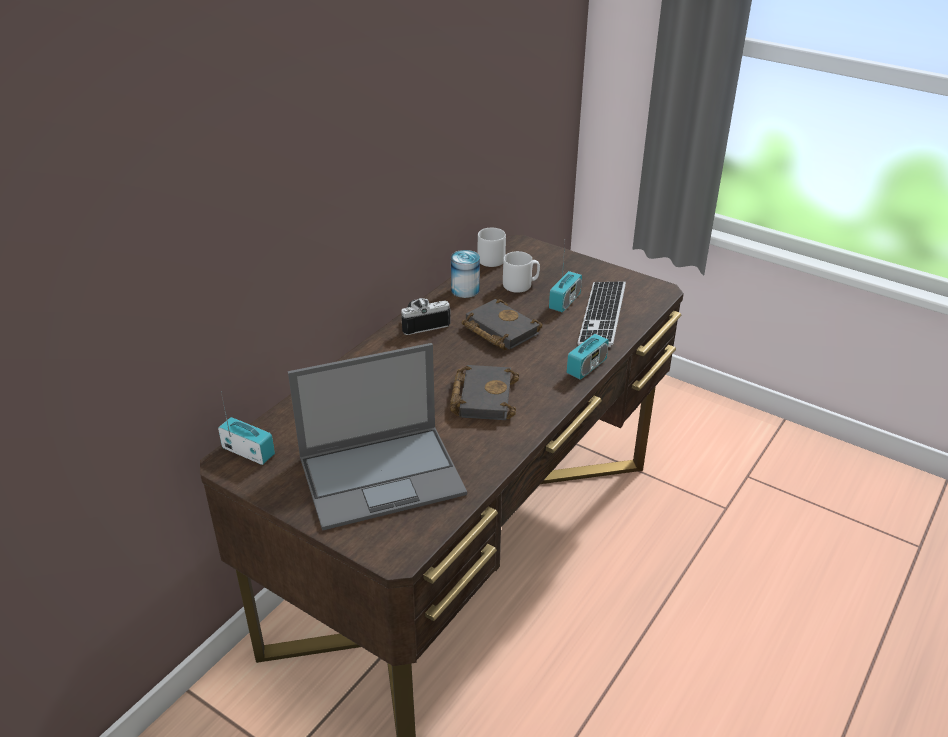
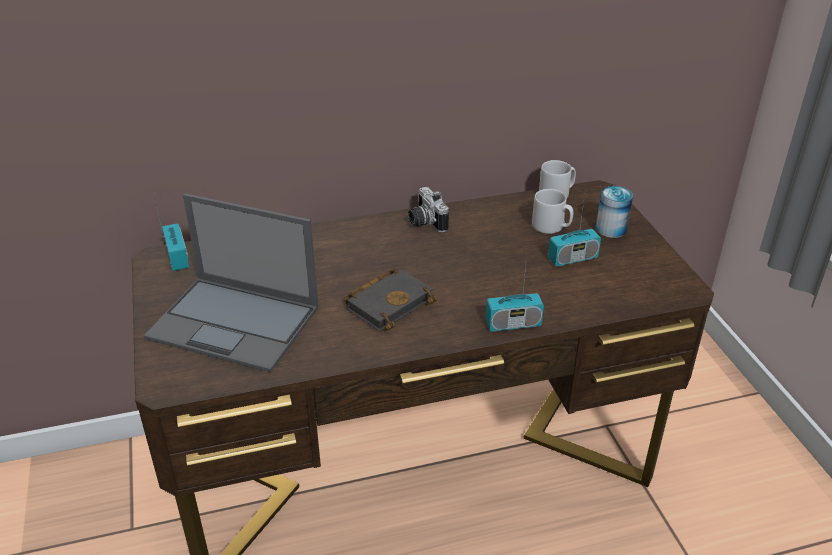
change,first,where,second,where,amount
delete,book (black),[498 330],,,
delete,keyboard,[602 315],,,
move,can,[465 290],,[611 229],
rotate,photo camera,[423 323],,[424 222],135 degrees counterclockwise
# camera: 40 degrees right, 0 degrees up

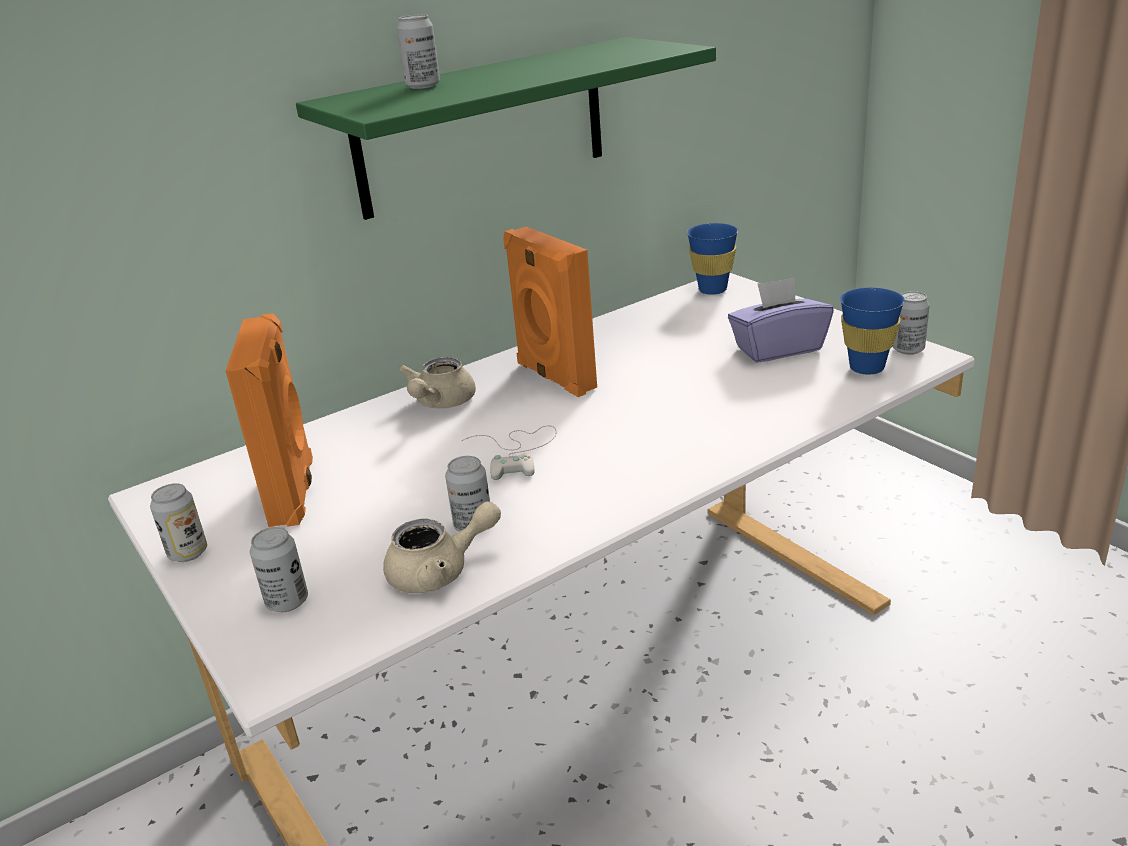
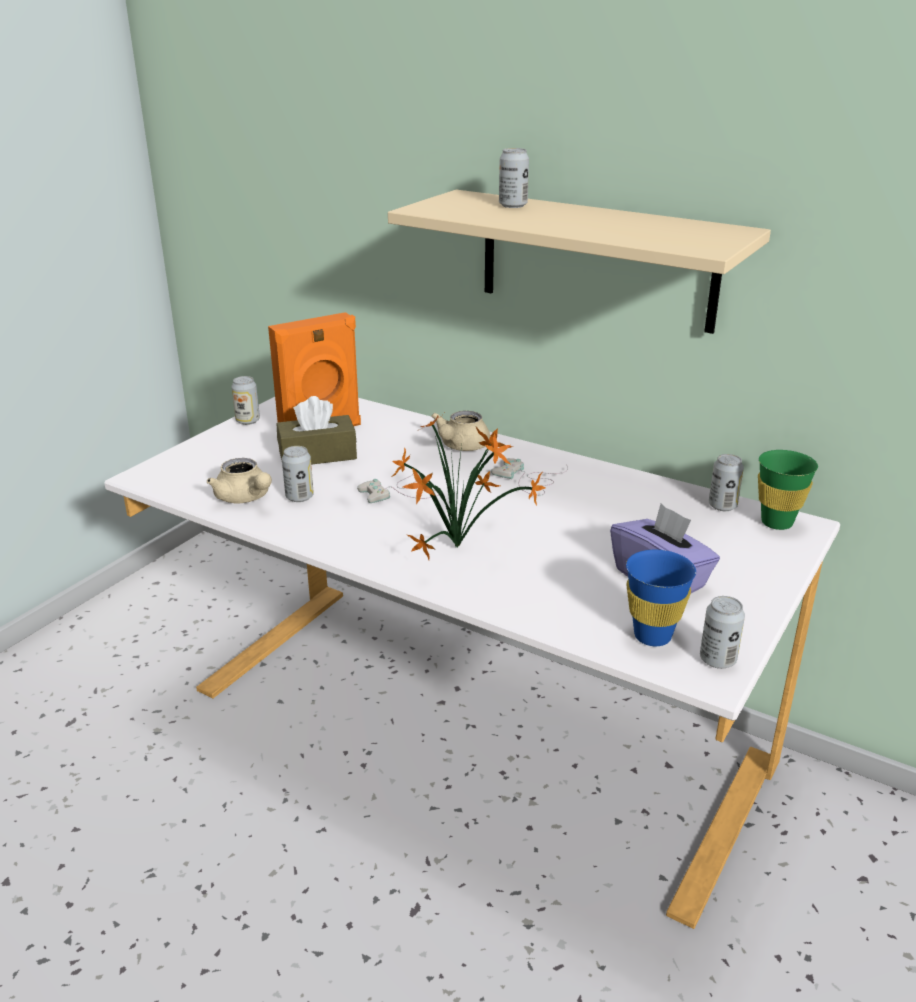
change,first,where,second,where,amount
insert,,,tissue box (brown),[317 455],
insert,,,potted plant,[460 546],
move,can,[287 602],,[722 506],
replace,speaker (orange),[554 377],game controller (white),[529 480],
recolor,shelf (green),[482 127],shelf (beige),[596 260],
recolor,cup (blue),[712 290],cup (green),[777 522],
rotate,teapot (beige),[440 403],,[460 446],60 degrees counterclockwise
# camera: 65 degrees right, 0 degrees up

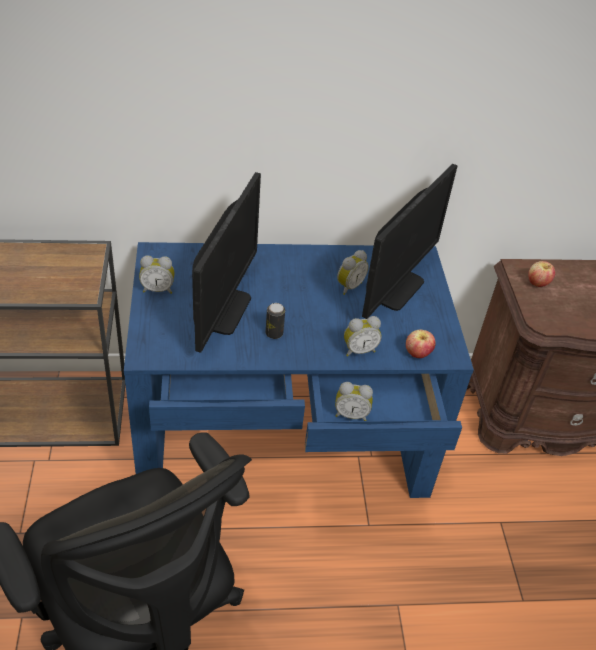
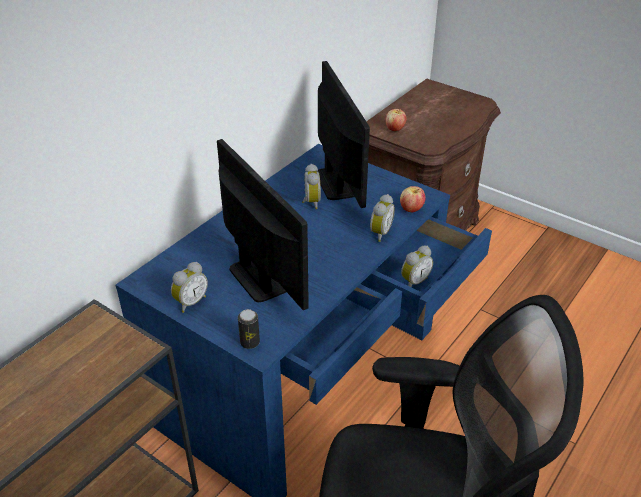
change,first,where,second,where,amount
move,can,[274 333],,[250 342],
# camera: 45 degrees left, 5 degrees down

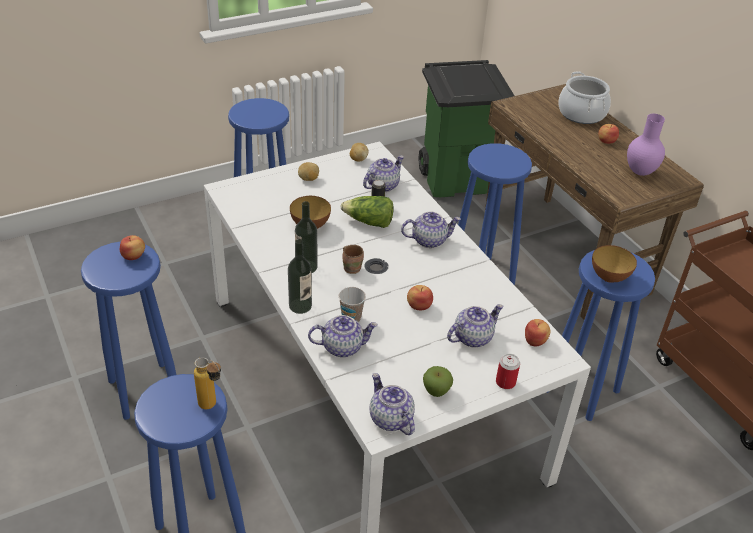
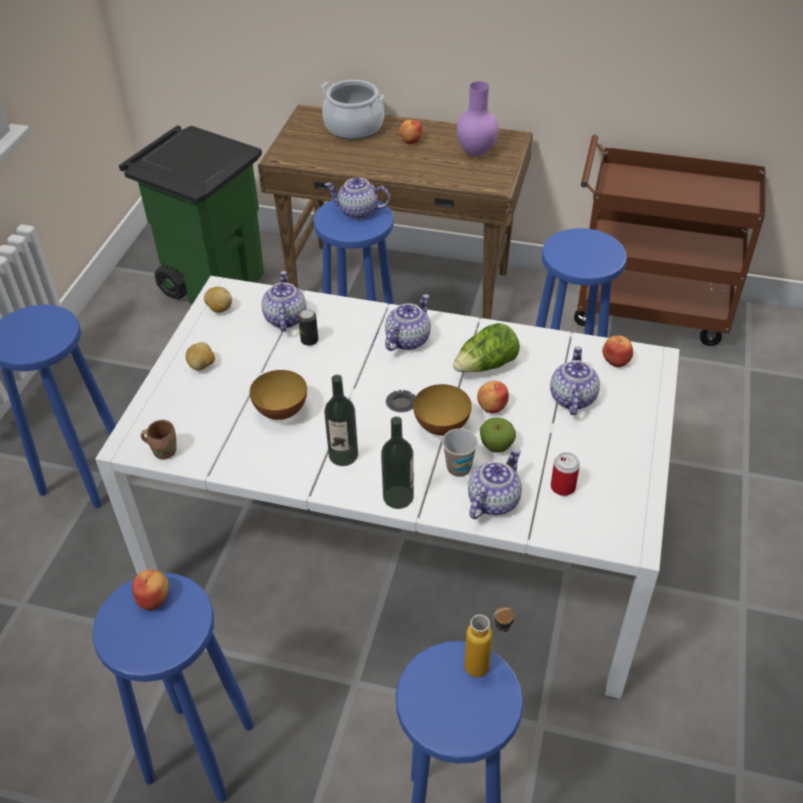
change,first,where,second,where,amount
move,lettuce,[369 222],,[486 365],
move,mug (brown),[352 268],,[164 450],
move,teapot,[390 419],,[357 211],
move,apple,[436 391],,[496 446],
move,can,[505 382],,[563 487],
move,bowl,[609 277],,[441 427],
# camera: 45 degrees left, 5 degrees up

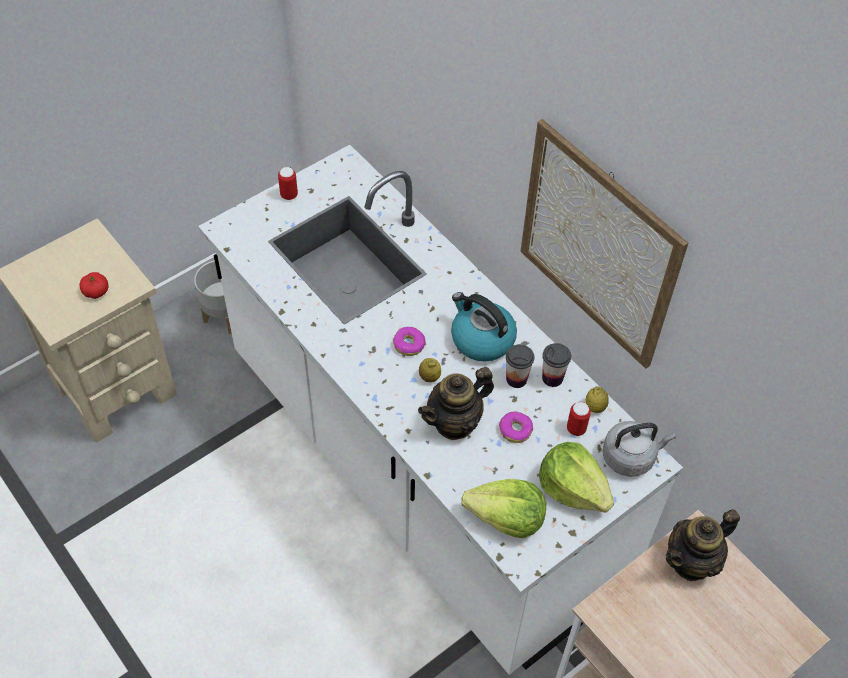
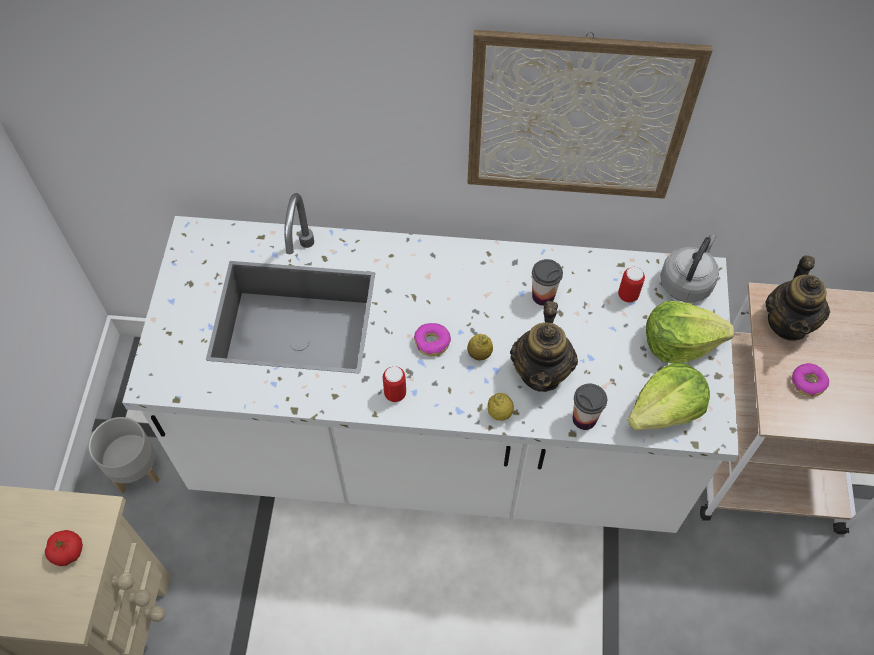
change,first,where,second,where,amount
delete,kettle,[481 339],,,
move,can,[289 195],,[395 393],
move,donut,[515 430],,[807 382],
move,cup,[552 378],,[584 419],
move,lemon,[595 407],,[499 413],
# camera: 45 degrees left, 5 degrees up

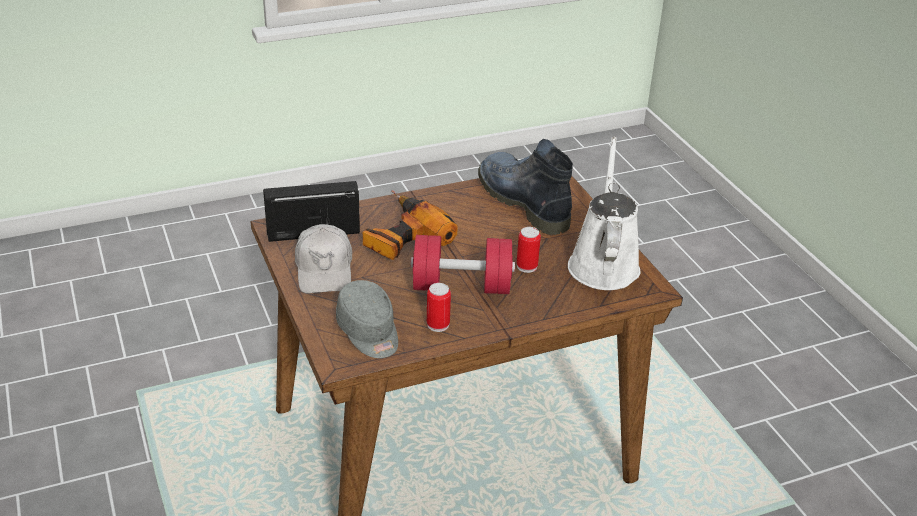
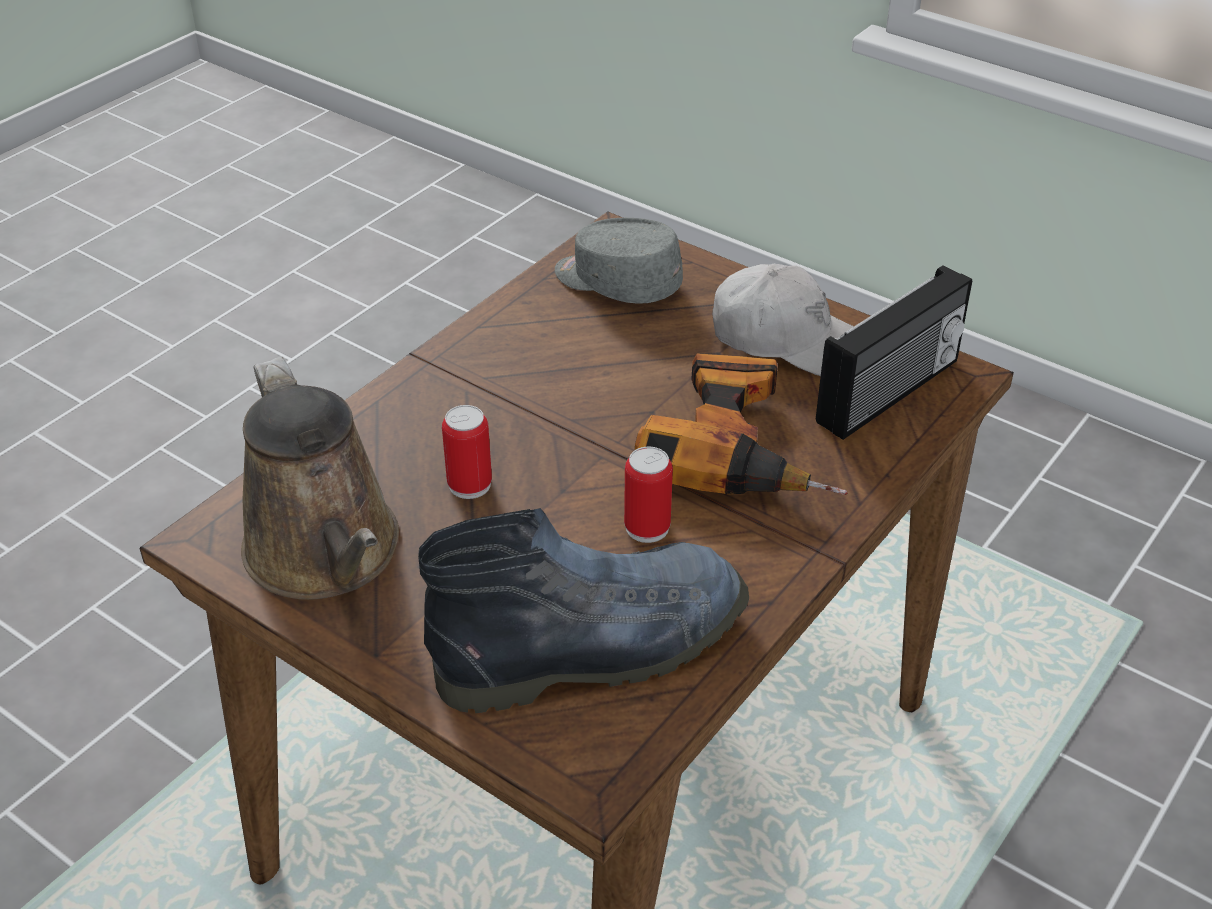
change,first,where,second,where,amount
delete,dumbbell (red),[461 286],,,
move,can,[438 324],,[647 527],
recolor,watering can (white),[603 263],watering can (brown),[327 555],
rotate,cap (white),[324 270],,[786 339],150 degrees clockwise
rotate,boot,[522 201],,[596 644],45 degrees counterclockwise
# camera: 150 degrees right, 5 degrees up

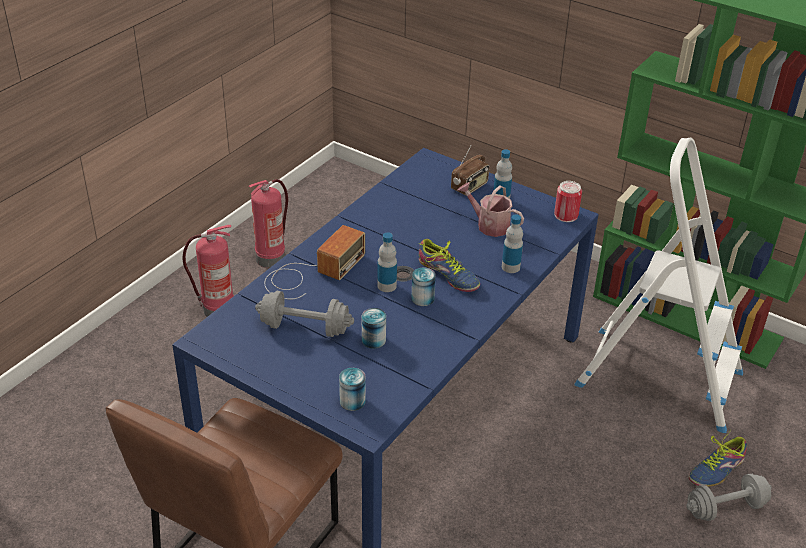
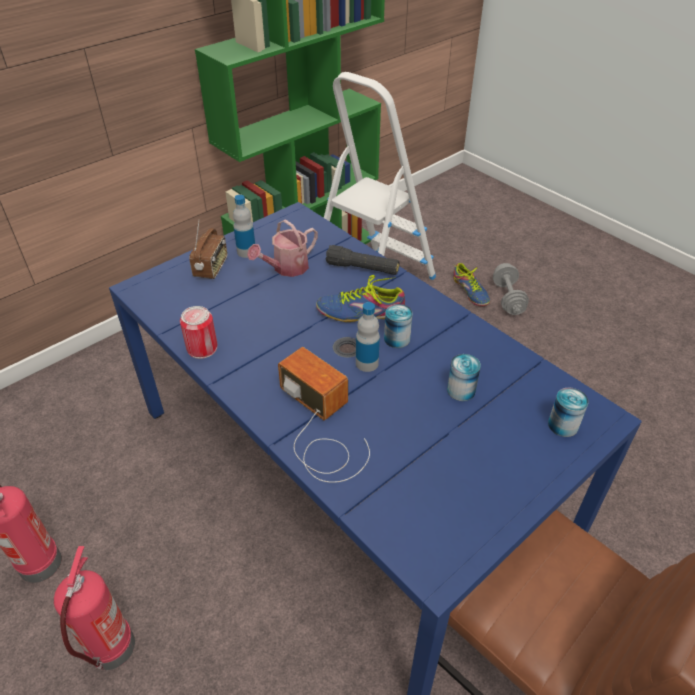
change,first,where,second,where,amount
delete,dumbbell (grey),[305 327],,,
move,can,[566 215],,[202 348],
replace,bottle,[510 267],flashlight (black),[362 268],
rotate,shoe,[448 274],,[361 312],150 degrees counterclockwise
rotate,radio,[469 187],,[211 268],45 degrees clockwise
# camera: 75 degrees left, 5 degrees up

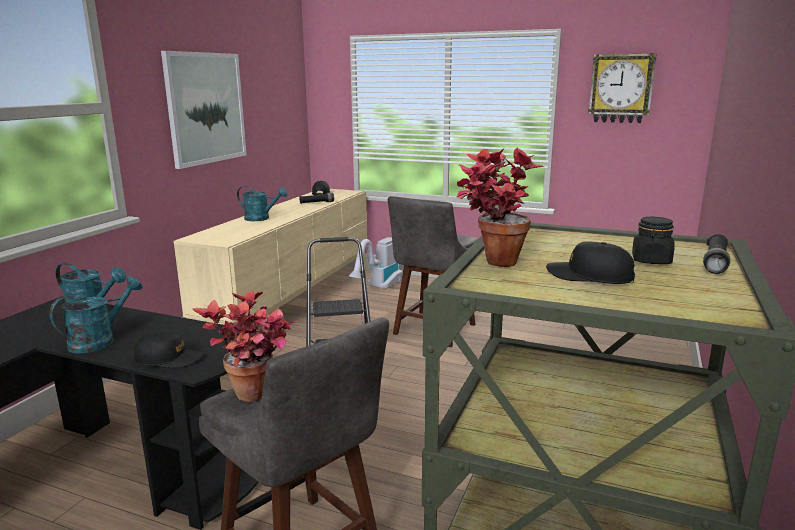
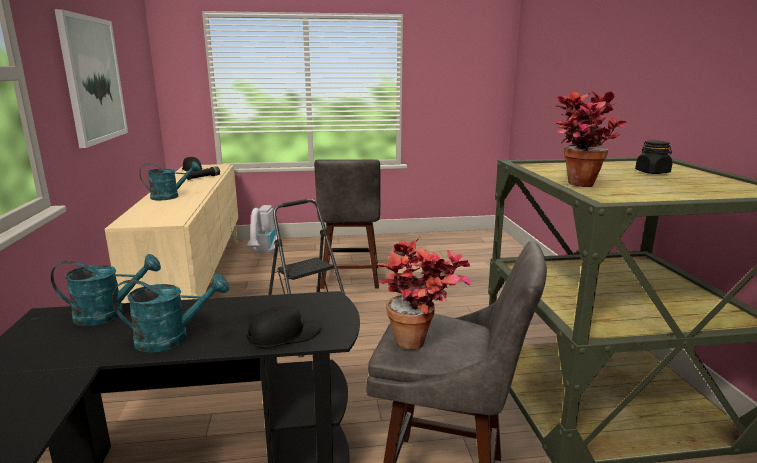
change,first,where,second,where,amount
delete,cap (black),[589 276],,,
delete,wall clock,[621 88],,,
delete,flashlight (black),[715 263],,,
rotate,watering can (turquoise),[99 340],,[172 338],75 degrees clockwise
# camera: 30 degrees left, 0 degrees up

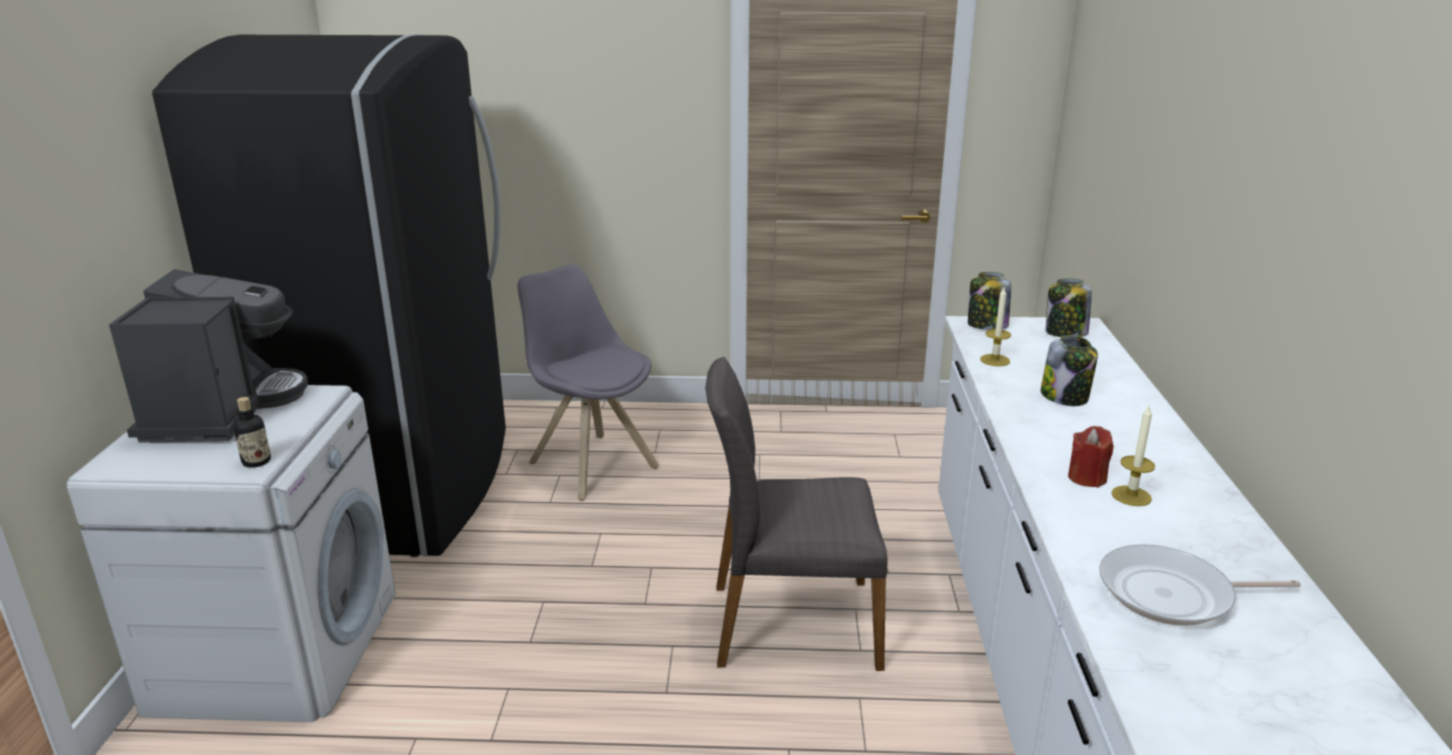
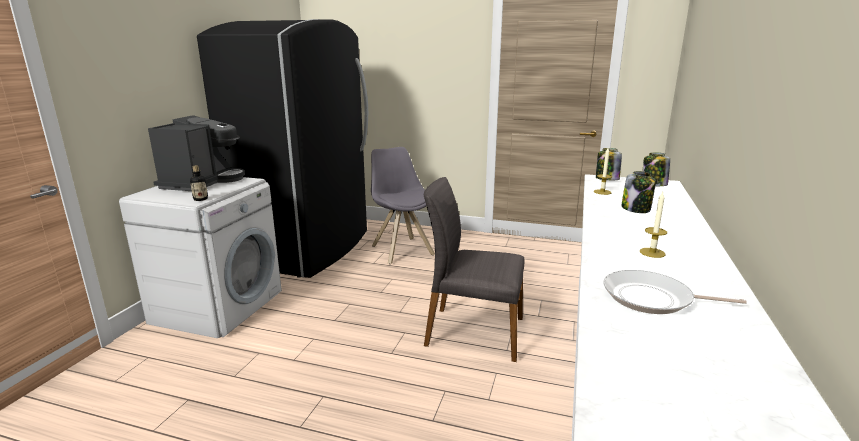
change,first,where,second,where,amount
delete,candle (red),[1087 478],,,
# camera: 15 degrees right, 5 degrees down

